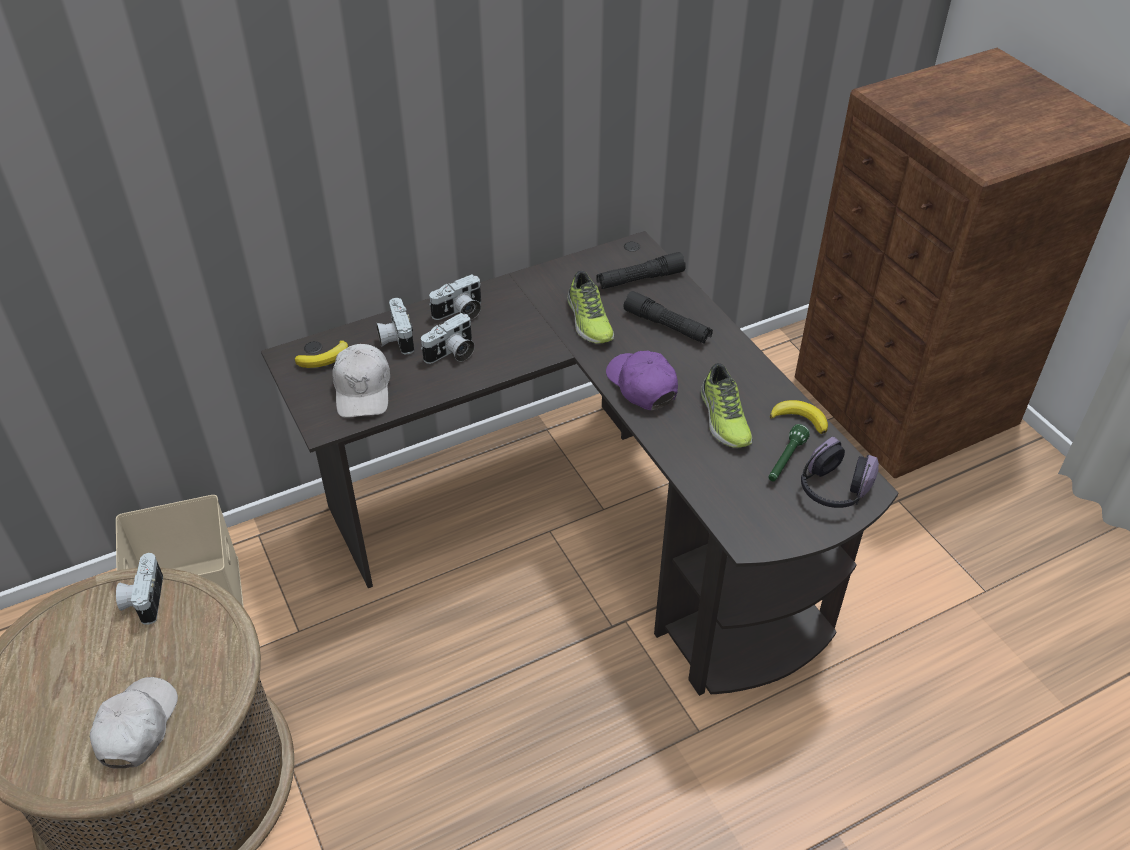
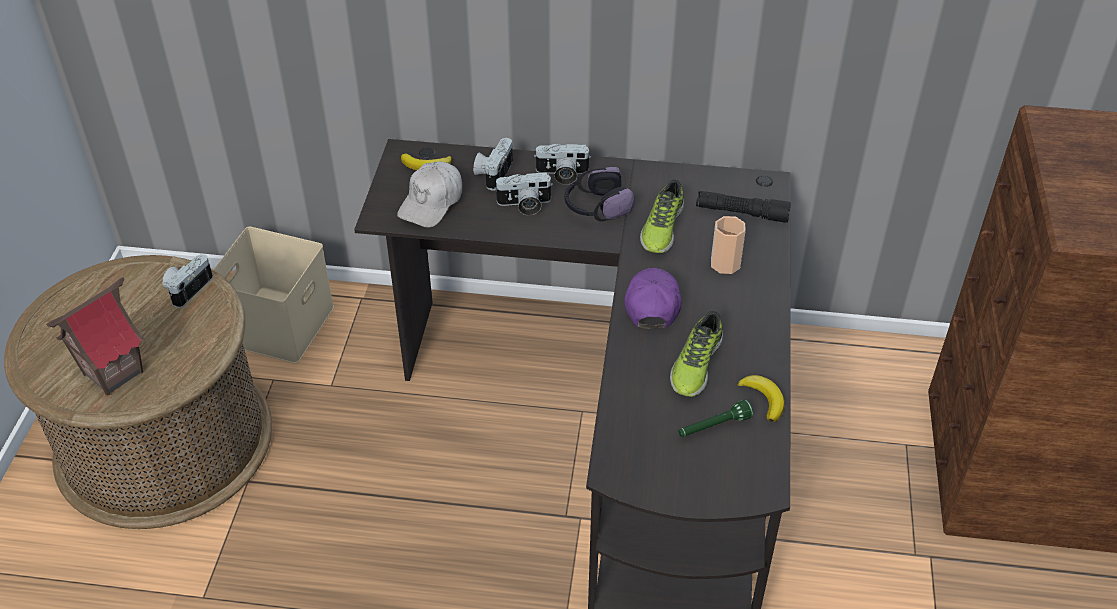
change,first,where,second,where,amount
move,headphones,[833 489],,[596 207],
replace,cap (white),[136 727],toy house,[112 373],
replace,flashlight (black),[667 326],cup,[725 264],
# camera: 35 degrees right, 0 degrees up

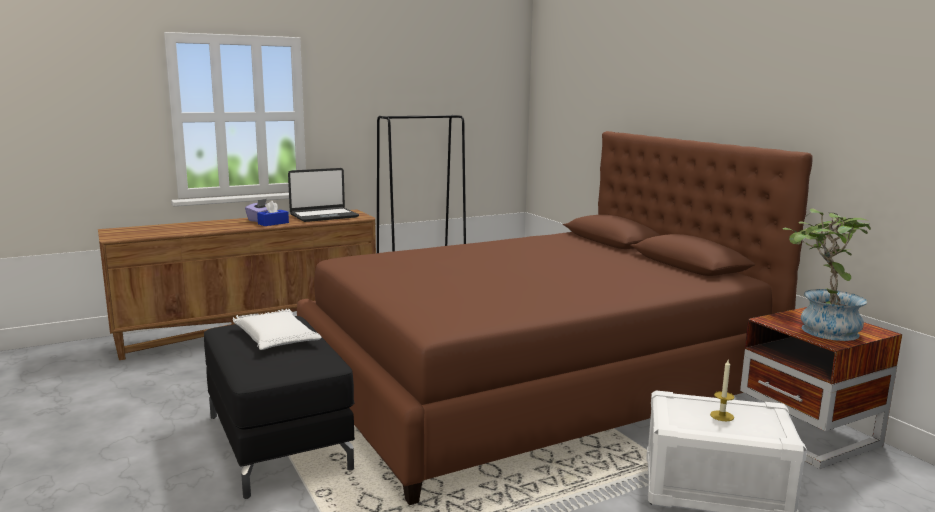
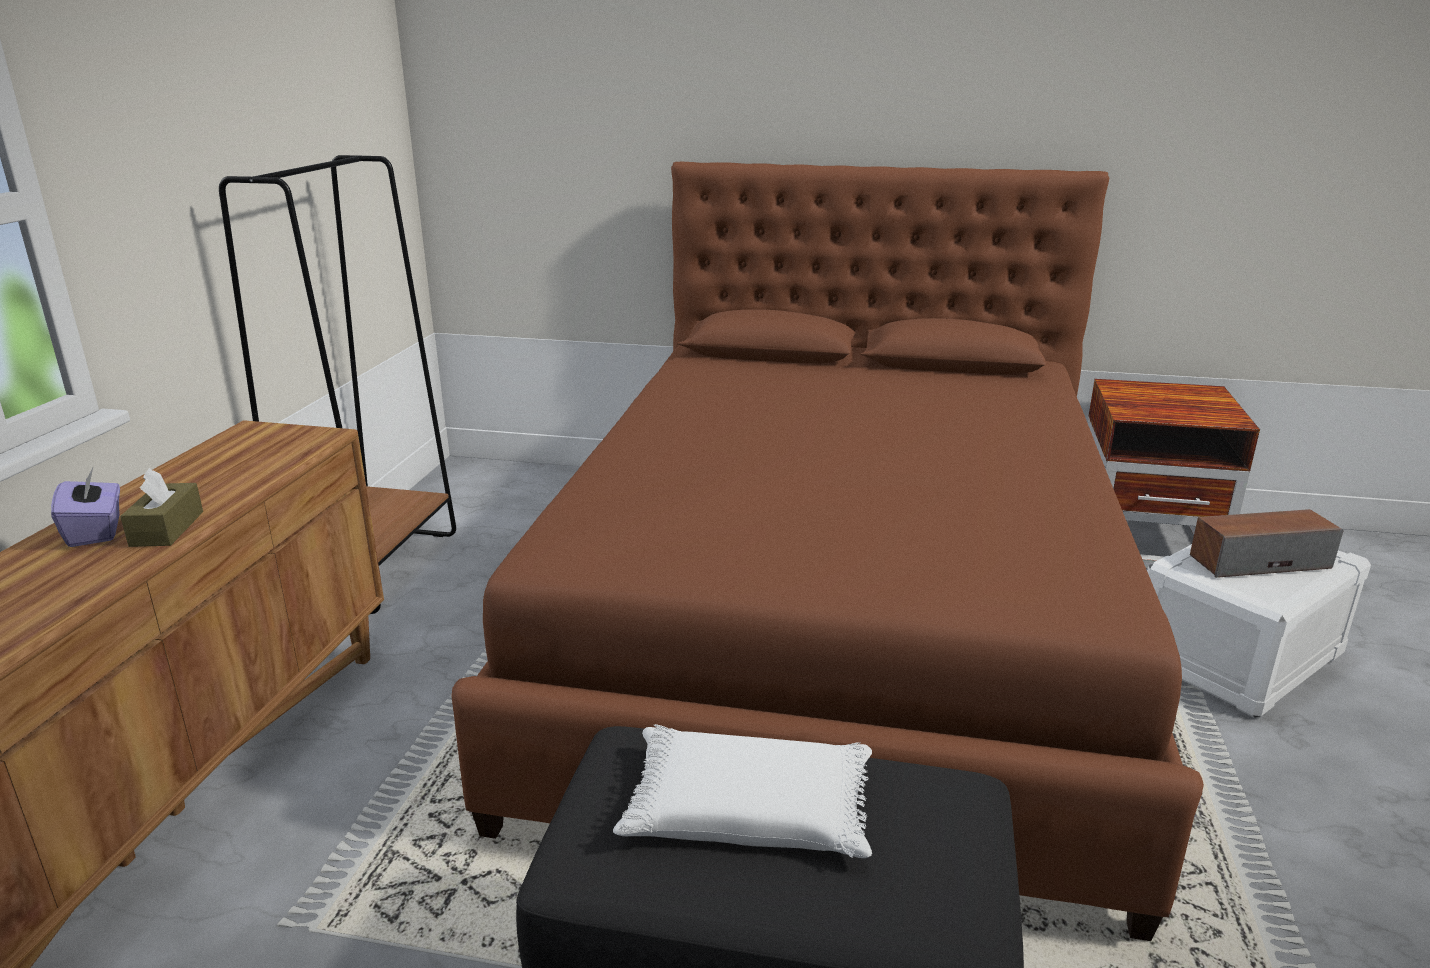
change,first,where,second,where,amount
delete,laptop,[324 216],,,
delete,potted plant,[820 329],,,
replace,candle,[722 416],speaker,[1258 561],
recolor,tissue box (blue),[273 223],tissue box (brown),[167 529],
# camera: 50 degrees left, 10 degrees up

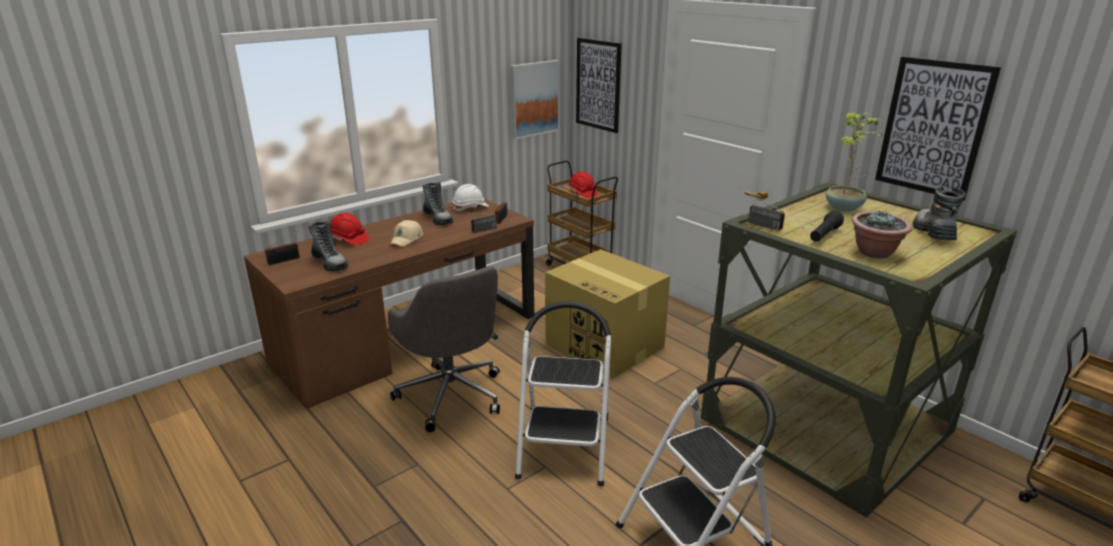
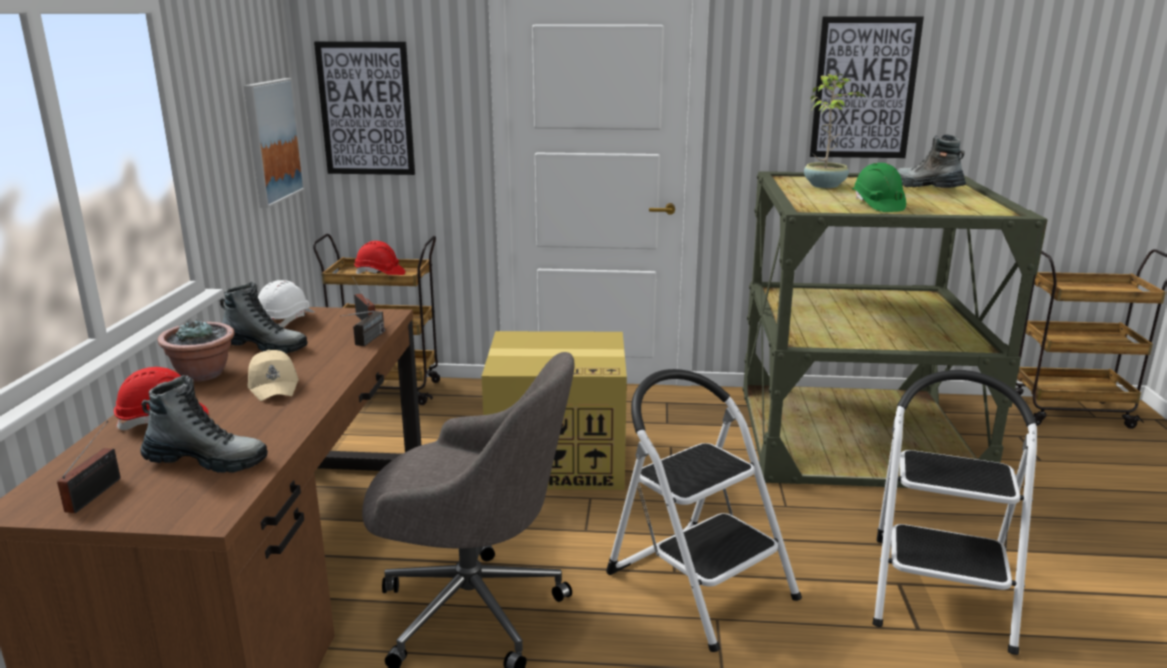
change,first,where,second,where,amount
delete,radio,[756 223],,,
move,potted plant,[875 253],,[203 374],
replace,flashlight (black),[824 235],hard hat (green),[877 205],
# camera: 45 degrees left, 5 degrees down

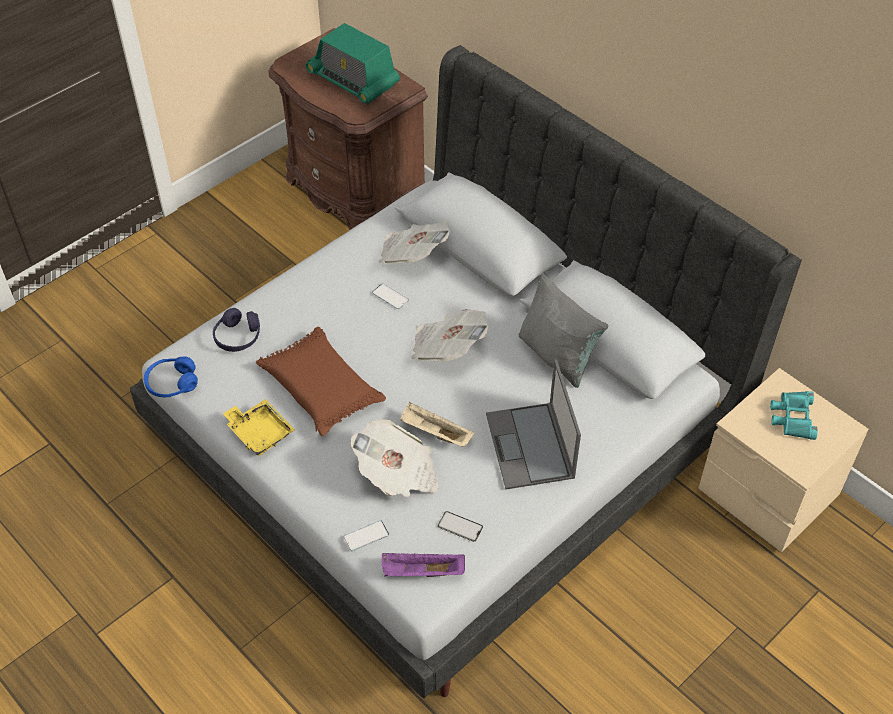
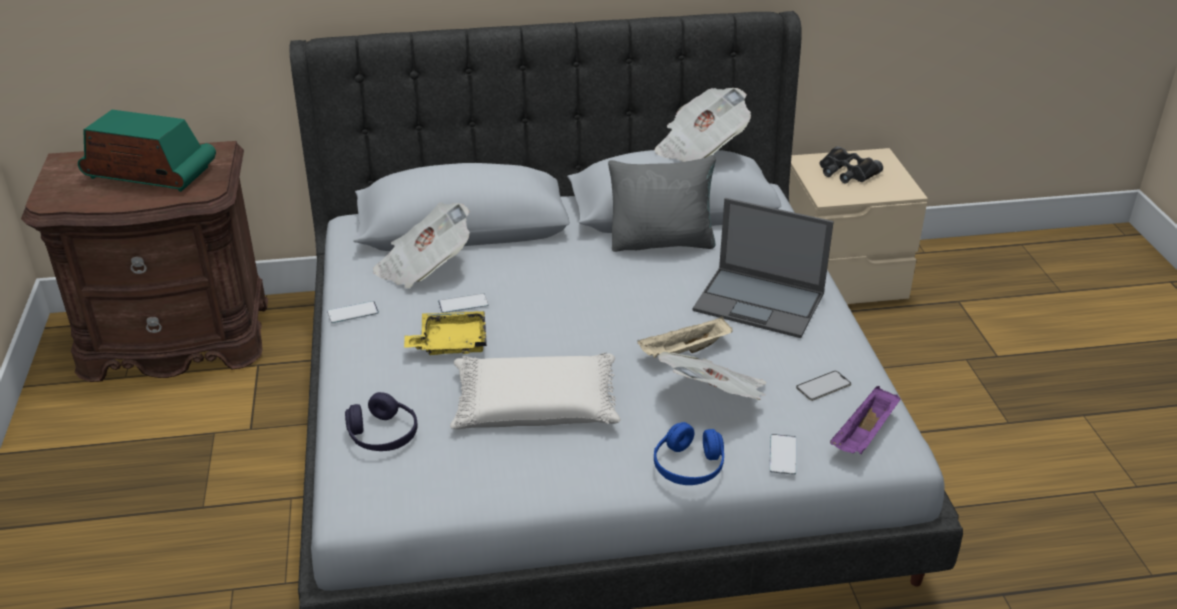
change,first,where,second,where,amount
insert,,,phone,[353 312],
move,headphones (blue),[172 383],,[688 466],
move,tray (yellow),[260 432],,[450 343],
move,newspaper,[447 348],,[700 148],
recolor,pillow (brown),[320 386],pillow (white),[535 401],
recolor,binoculars (turquoise),[792 417],binoculars (black),[846 172],
rotate,radio,[353 80],,[150 172],150 degrees counterclockwise
# camera: 55 degrees left, 15 degrees down

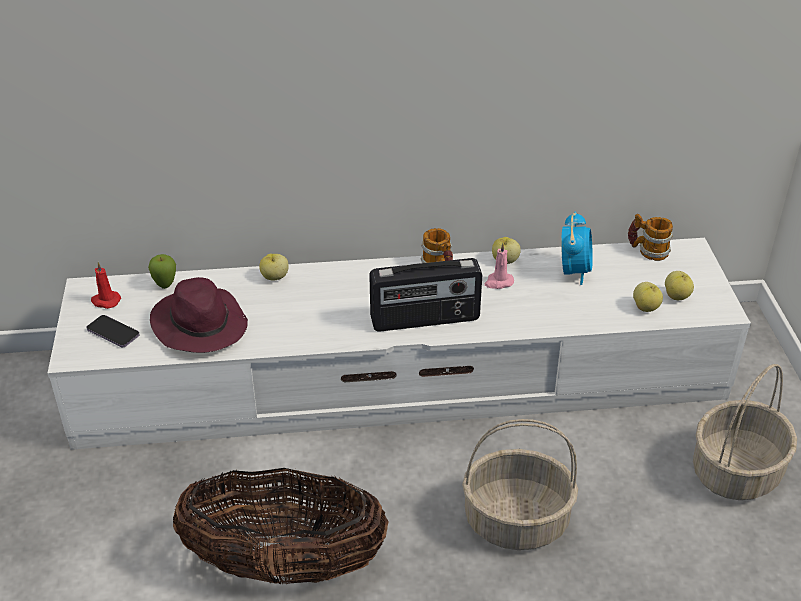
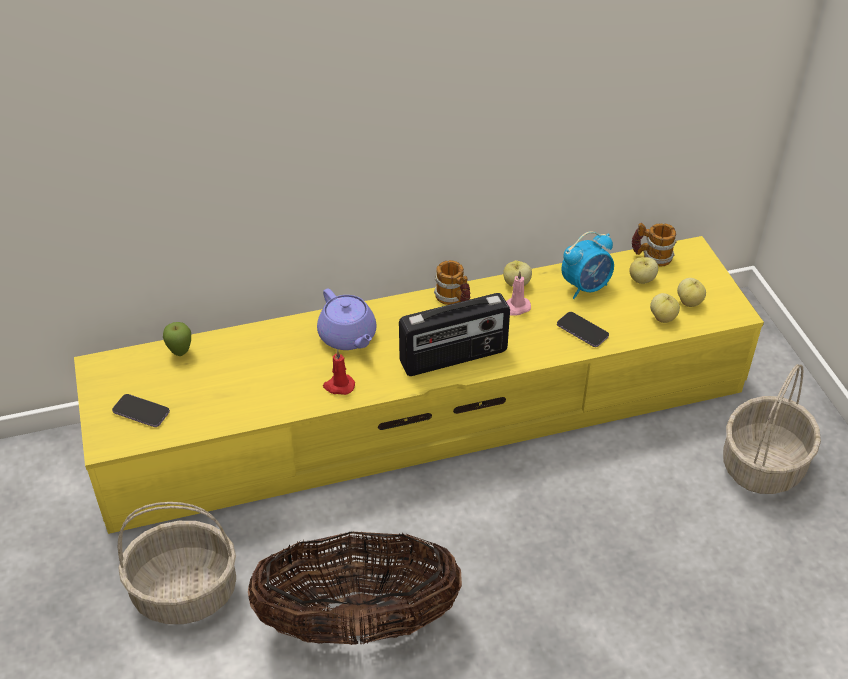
change,first,where,second,where,amount
delete,hat (purple),[199 325],,,
insert,,,teapot (purple),[348 337],
insert,,,phone,[582 331],
move,candle (red),[105 301],,[338 386],
move,apple,[274 277],,[642 280],
move,basket,[517 520],,[186 591],
recolor,tv stand (white),[400 375],tv stand (yellow),[423 409],
rotate,alarm clock,[574 271],,[586 287],60 degrees clockwise
# camera: 10 degrees left, 5 degrees up

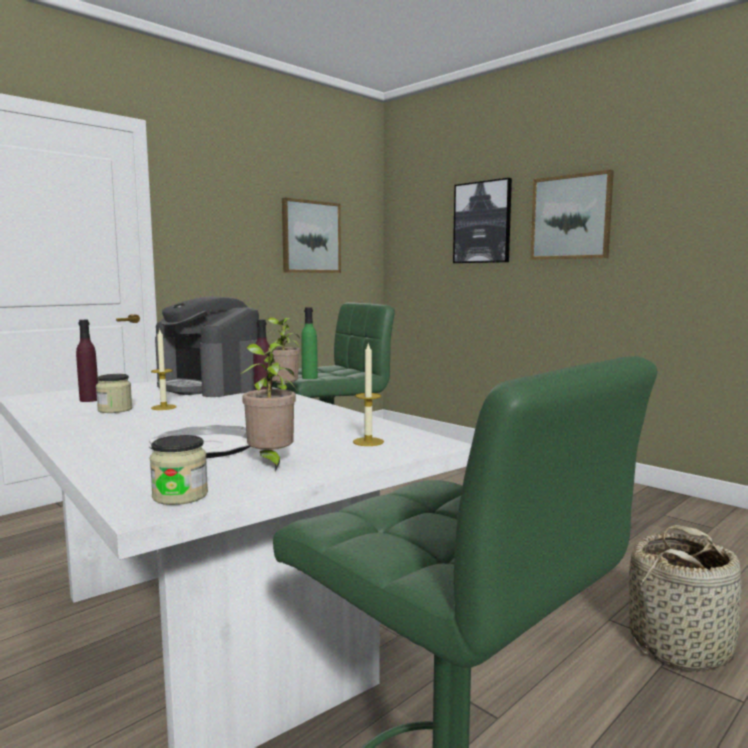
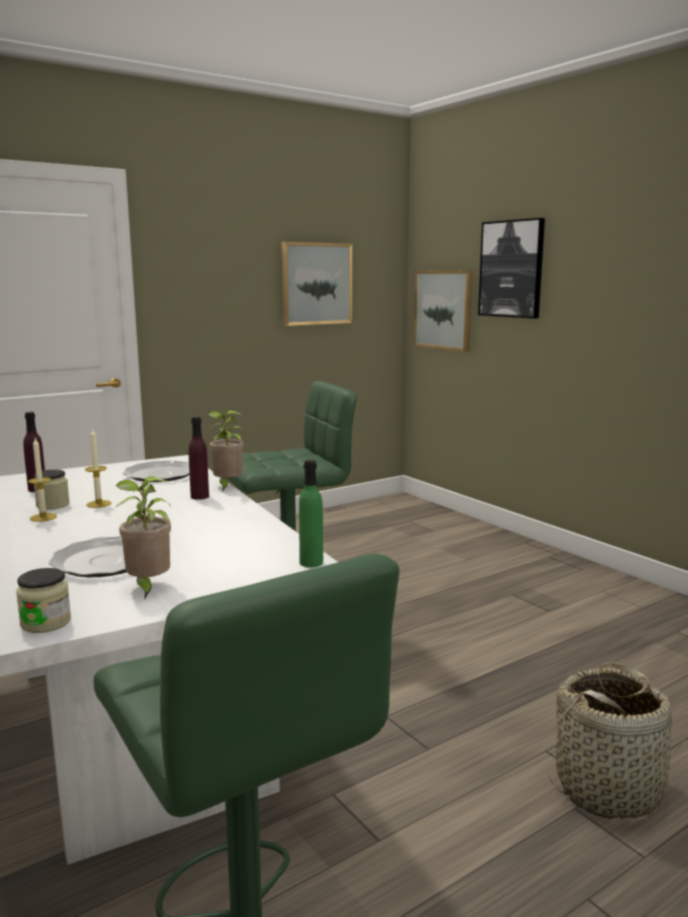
change,first,where,second,where,amount
move,bottle (green),[309 378],,[311 562],
move,candle,[368 442],,[43 517],
move,picture,[571 217],,[443 309],
replace,coffee machine,[210 386],plate,[161 474],
# camera: 10 degrees right, 5 degrees up

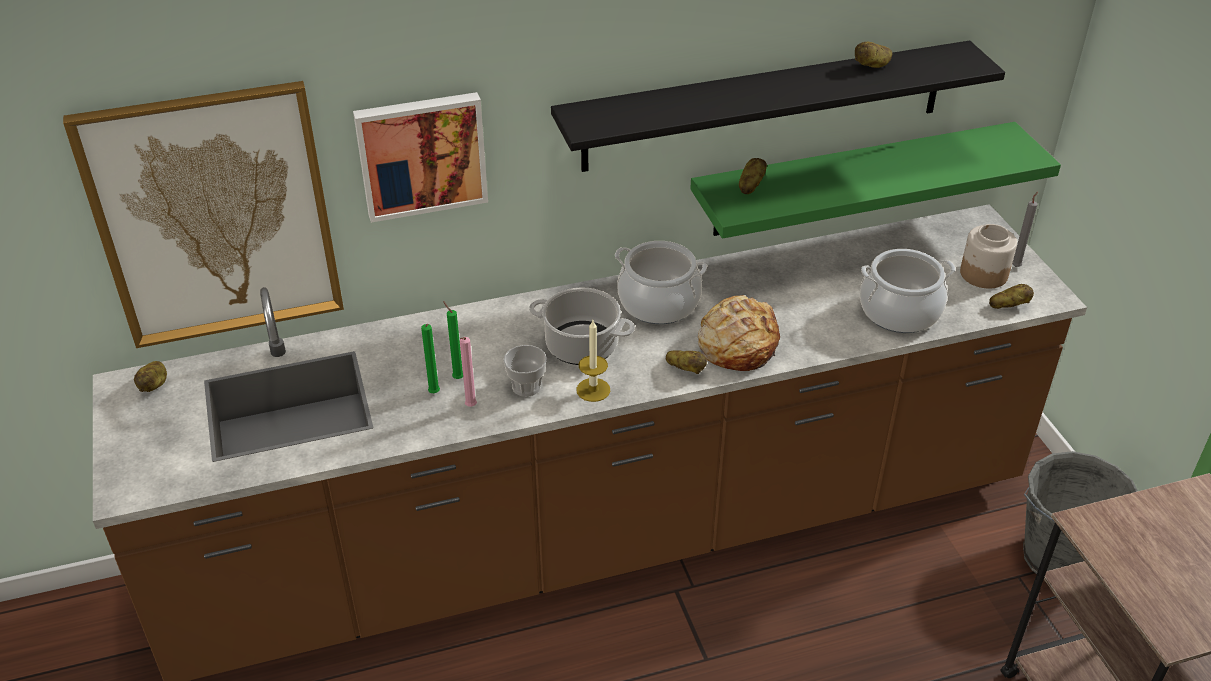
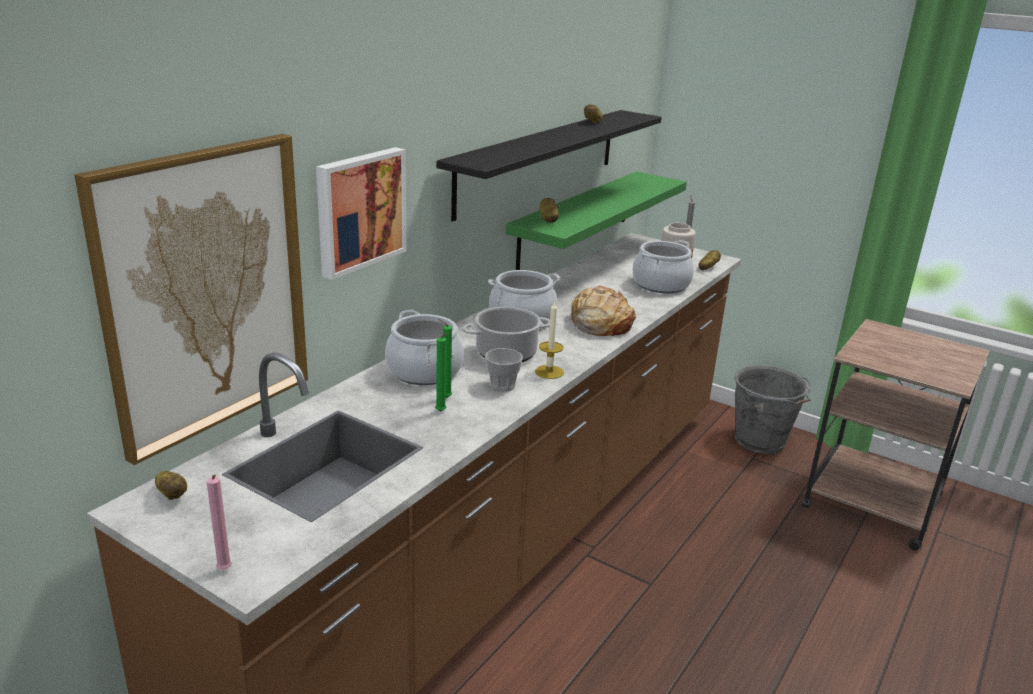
change,first,where,second,where,amount
delete,potato,[686 369],,,
insert,,,cooking pot,[424 371],
move,candle (pink),[470 407],,[224 571],
# camera: 40 degrees left, 15 degrees down

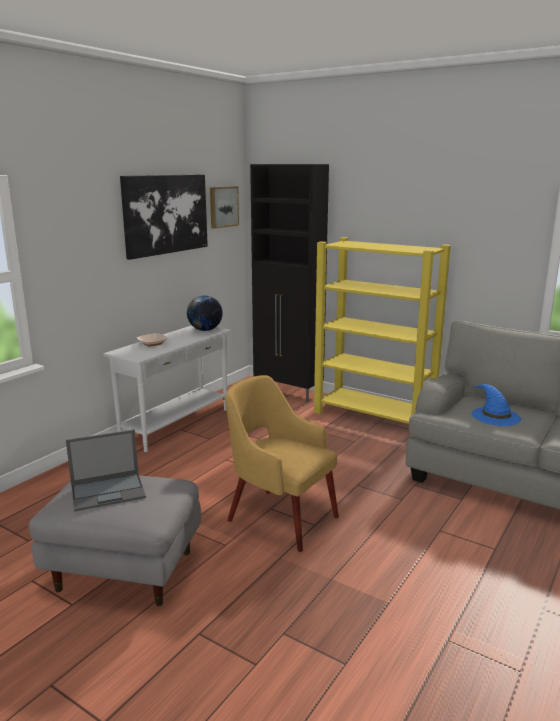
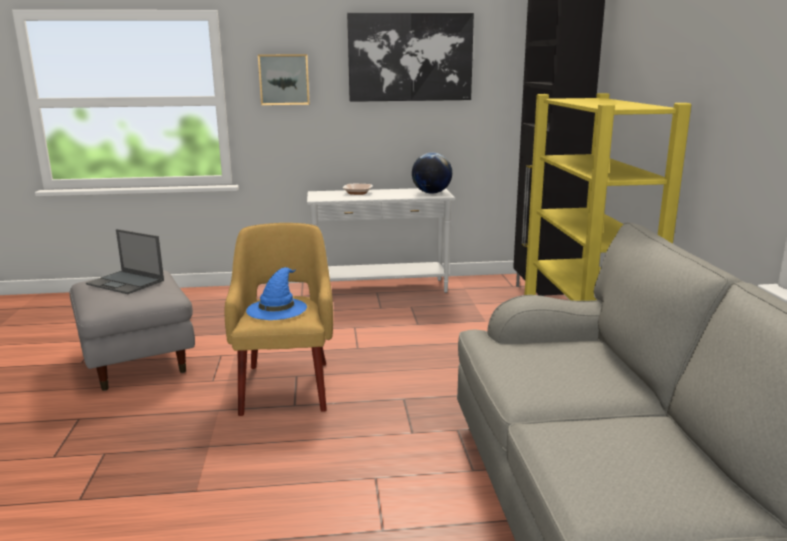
change,first,where,second,where,amount
move,picture,[223 207],,[284 79],
move,hat (blue),[495 416],,[277 308],
# camera: 50 degrees right, 0 degrees up

